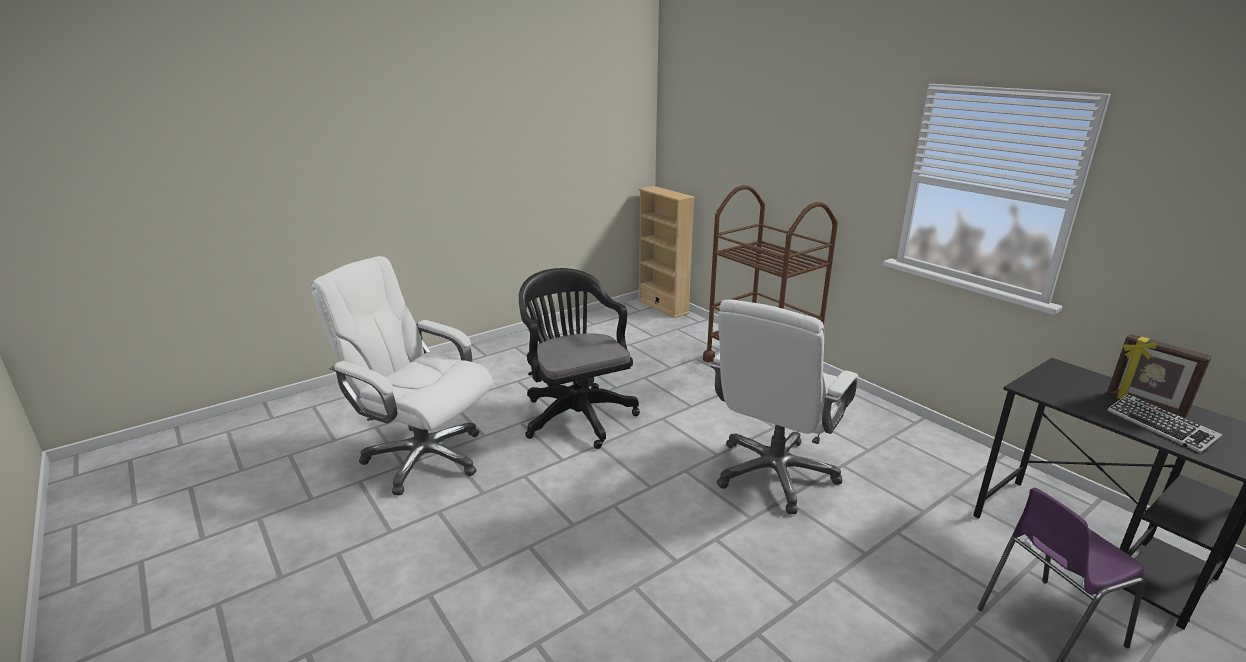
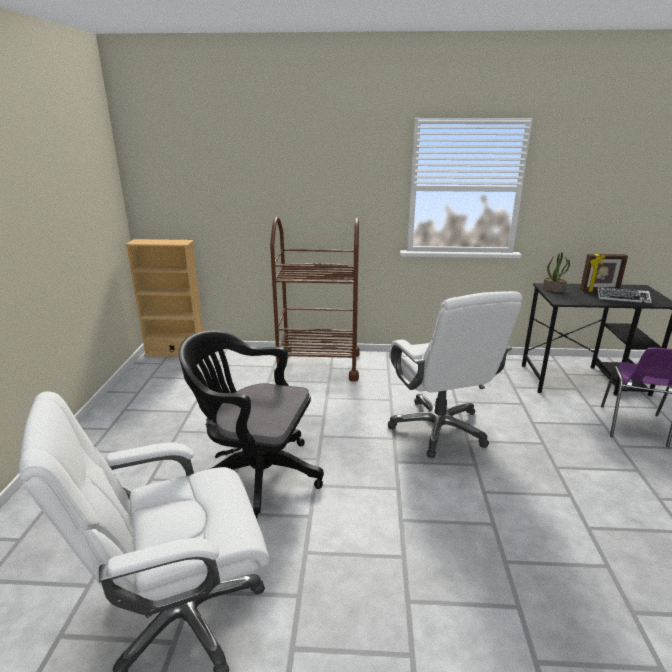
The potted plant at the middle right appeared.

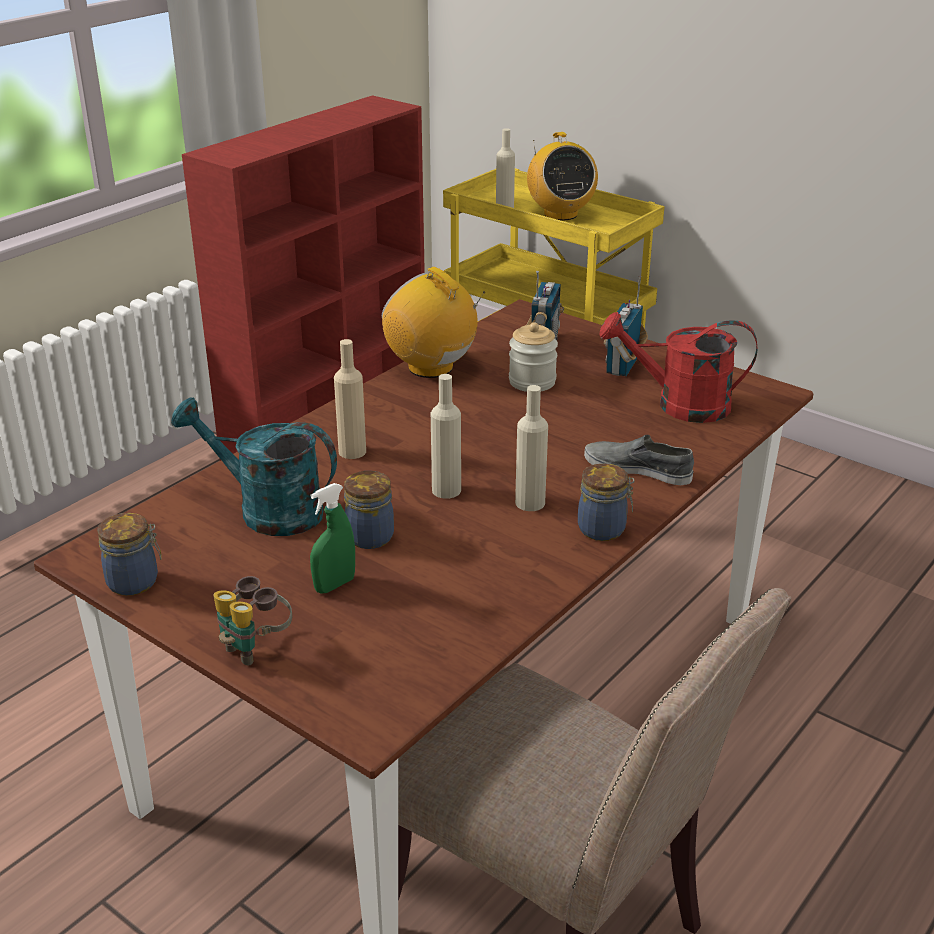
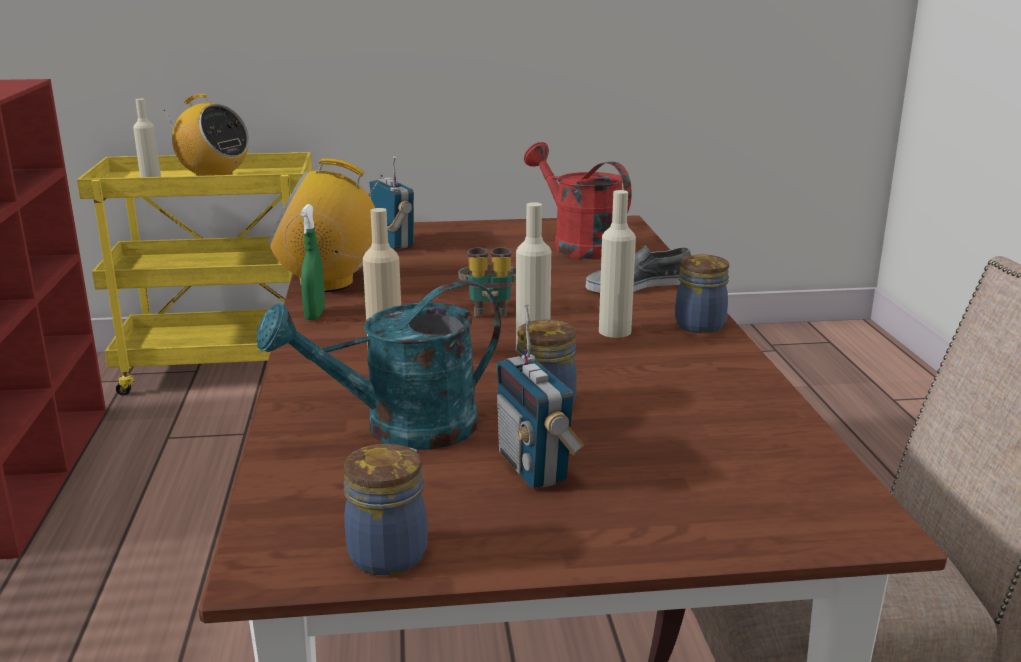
The radio (no. 4 from left) moved from the middle right to the centre.
The red watering can at the middle right turned 90 degrees clockwise.
The jar (no. 3 from left) at the centre disappeared.
The green spray bottle moved from the centre to the middle left.
The binoculars moved from the middle left to the centre.

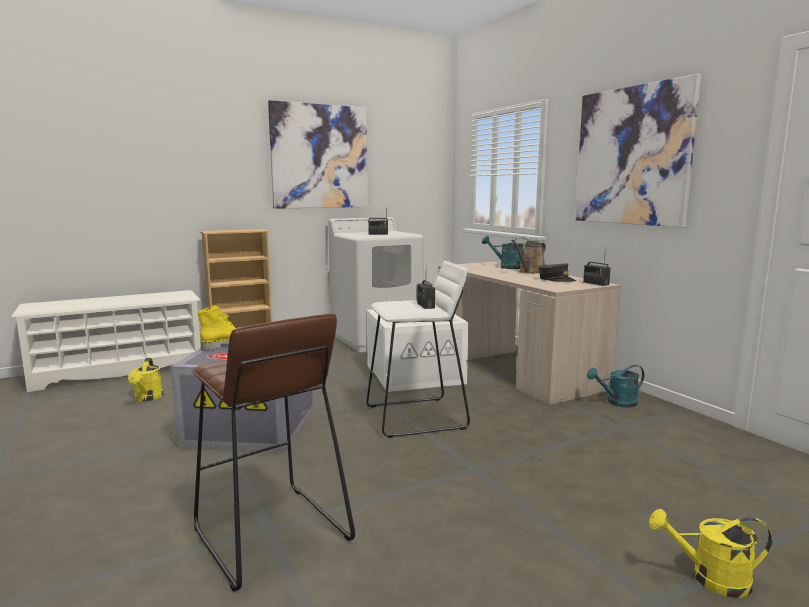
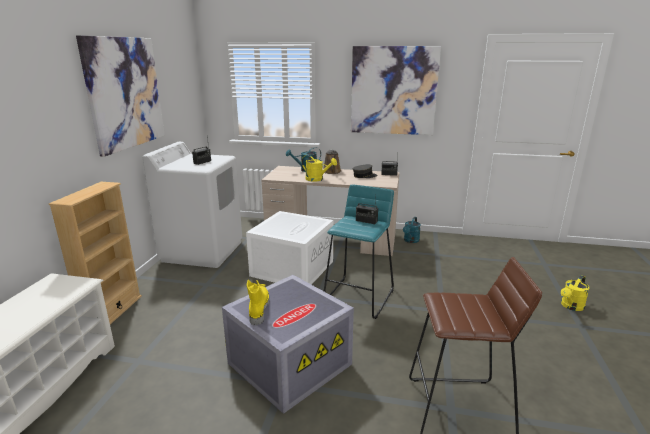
The white stool at the centre became the turquoise stool at the centre.
The yellow watering can (no. 1 from left) moved from the middle left to the centre.

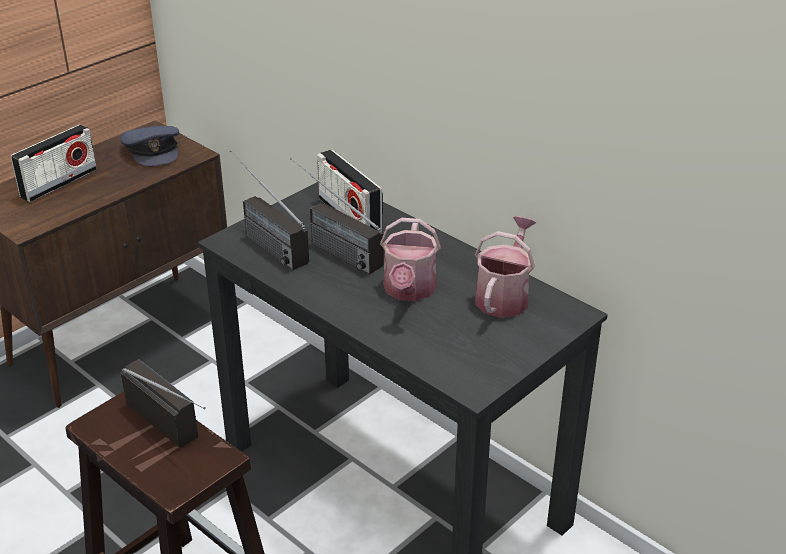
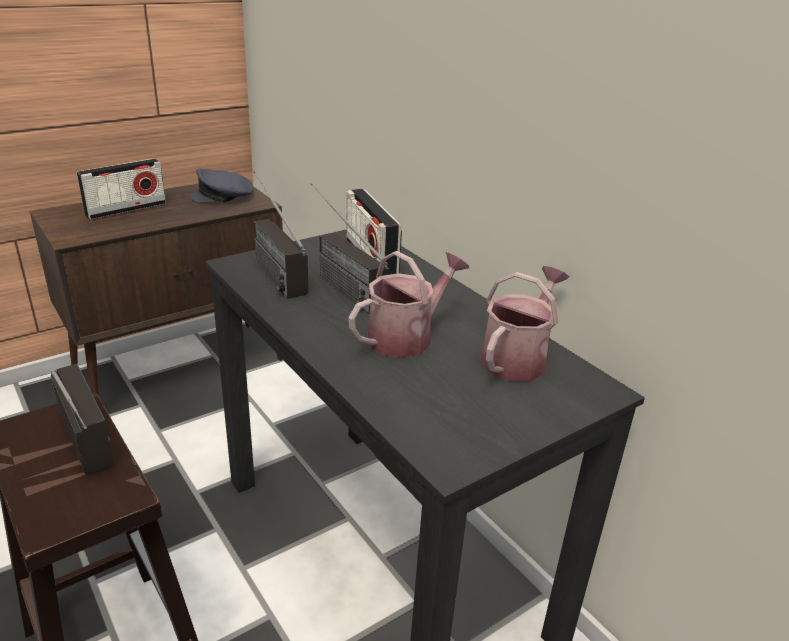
The grey cap at the top left turned 90 degrees clockwise.
The watering can (no. 1 from left) at the centre turned 150 degrees counterclockwise.

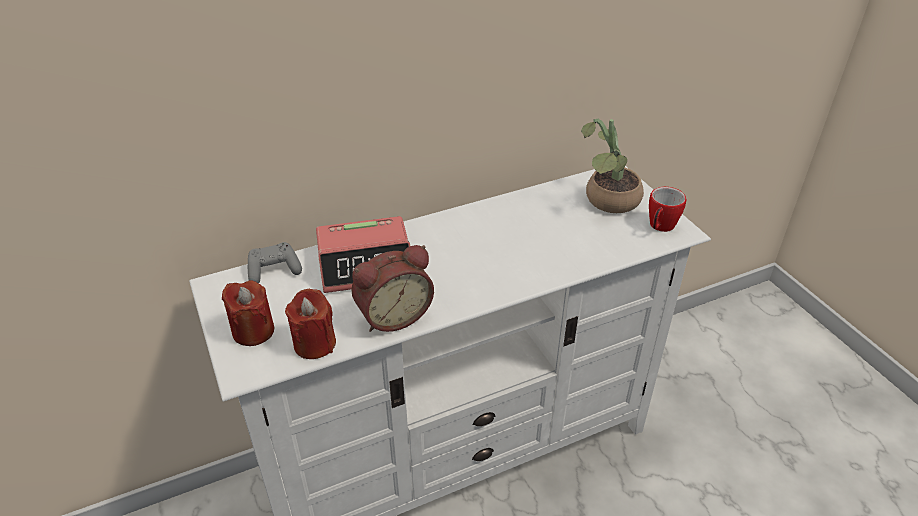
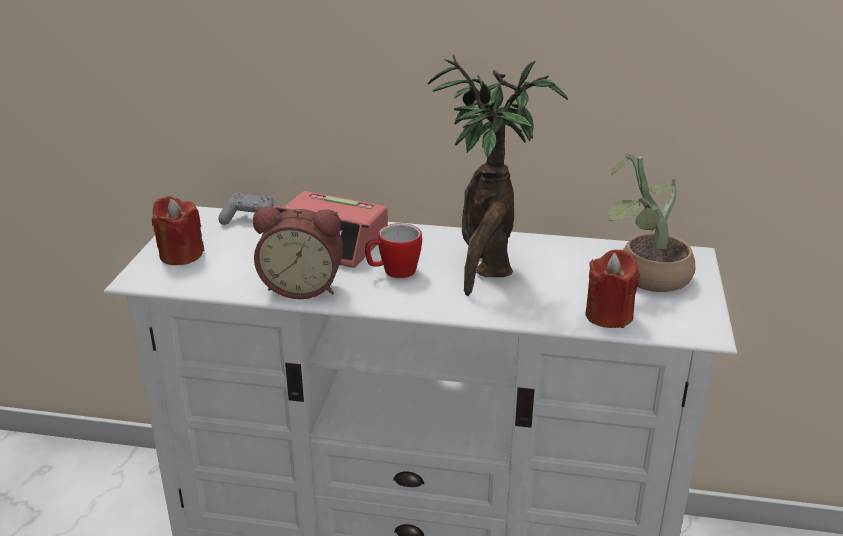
The mug moved from the middle right to the centre.
The red candle (no. 2 from left) moved from the centre to the middle right.
The potted plant (no. 1 from left) at the top centre appeared.

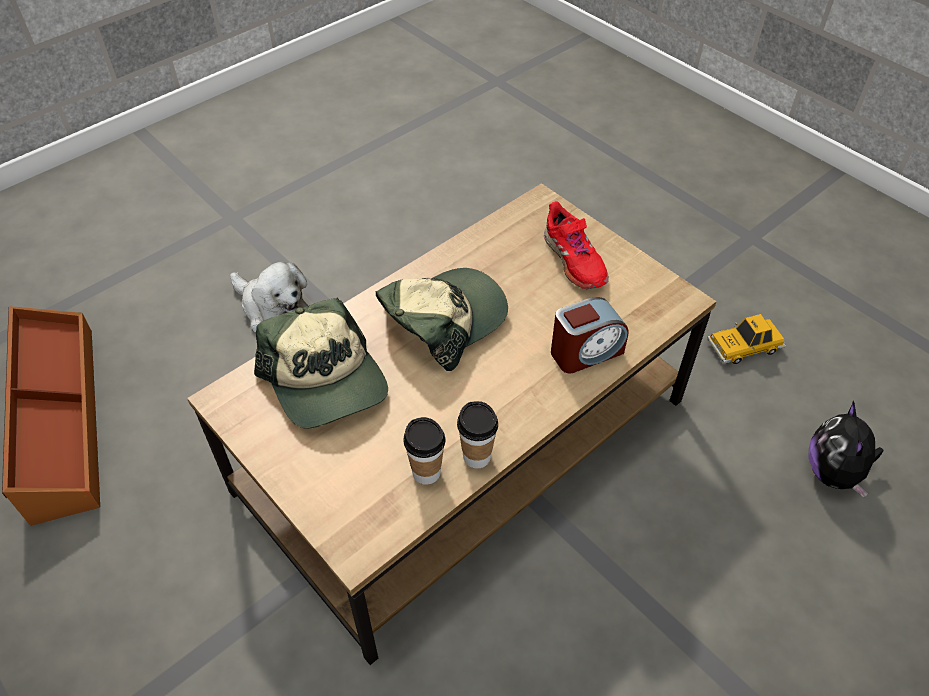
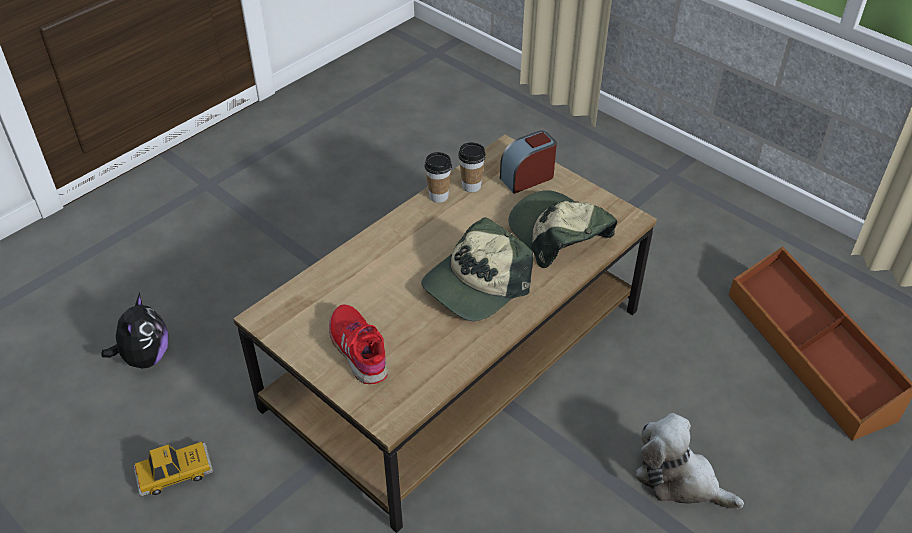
The alarm clock moved from the centre to the top centre.

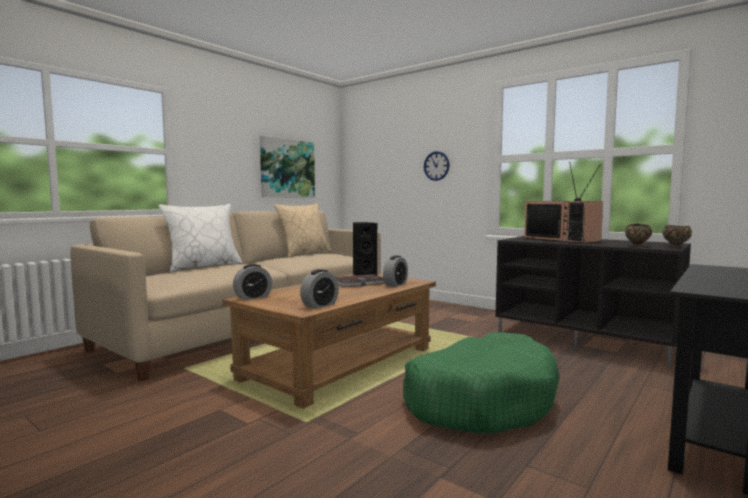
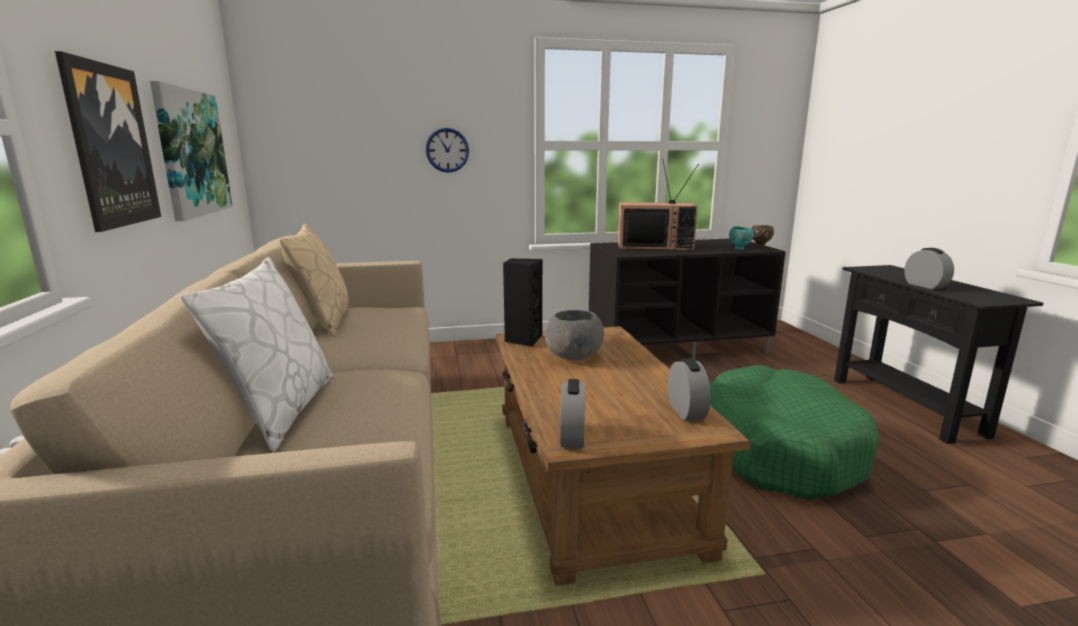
The brown bowl (no. 1 from left) at the middle right became the turquoise bowl at the middle right.
The alarm clock (no. 3 from left) moved from the centre to the middle right.
The book at the centre was replaced by the grey bowl at the centre.
The picture (no. 1 from left) at the top left appeared.

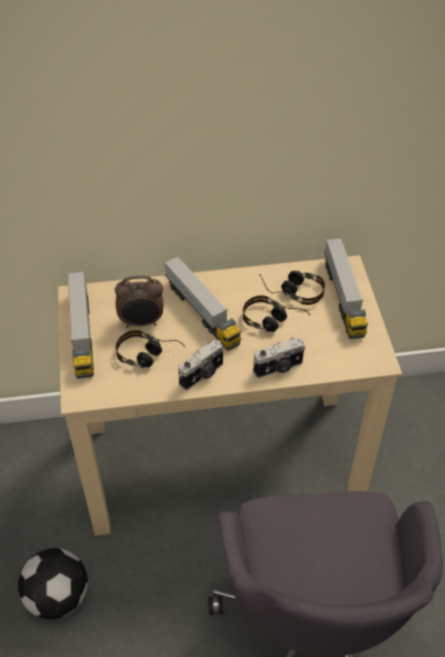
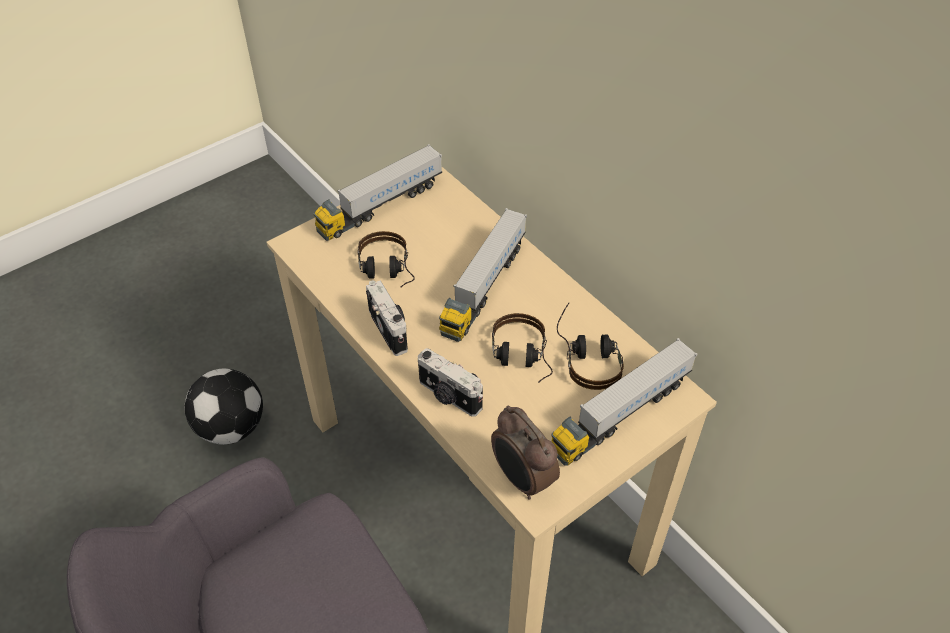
The alarm clock moved from the middle left to the bottom centre.
The photo camera (no. 1 from left) at the centre turned 135 degrees counterclockwise.

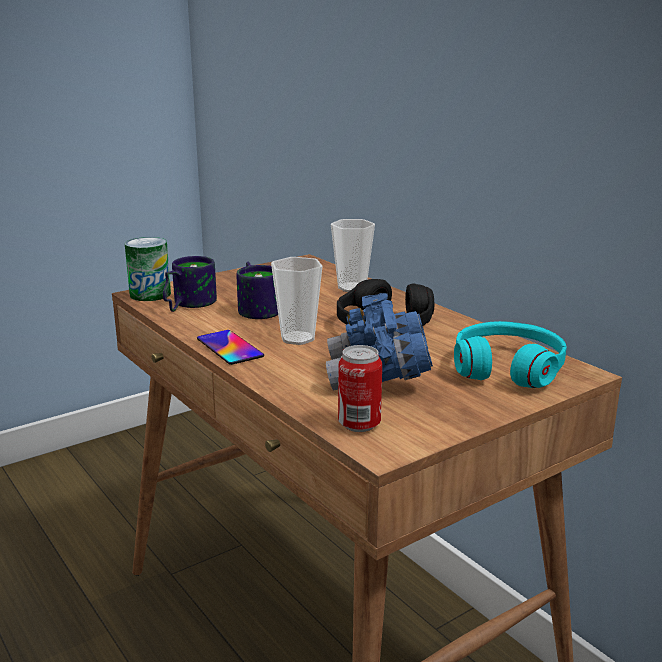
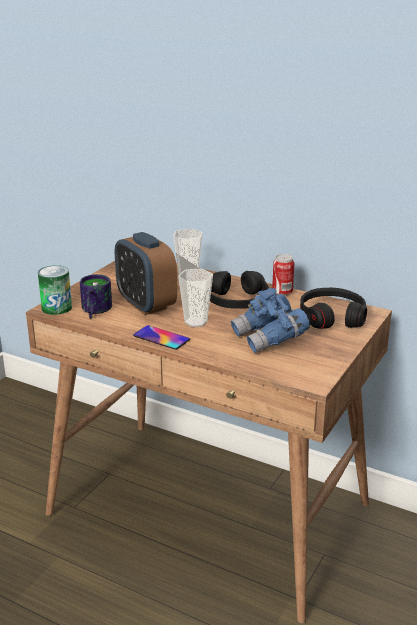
The mug (no. 2 from left) at the centre was replaced by the alarm clock at the centre.
The turquoise headphones at the middle right became the black headphones (no. 2 from left) at the middle right.
The can (no. 2 from left) moved from the centre to the middle right.

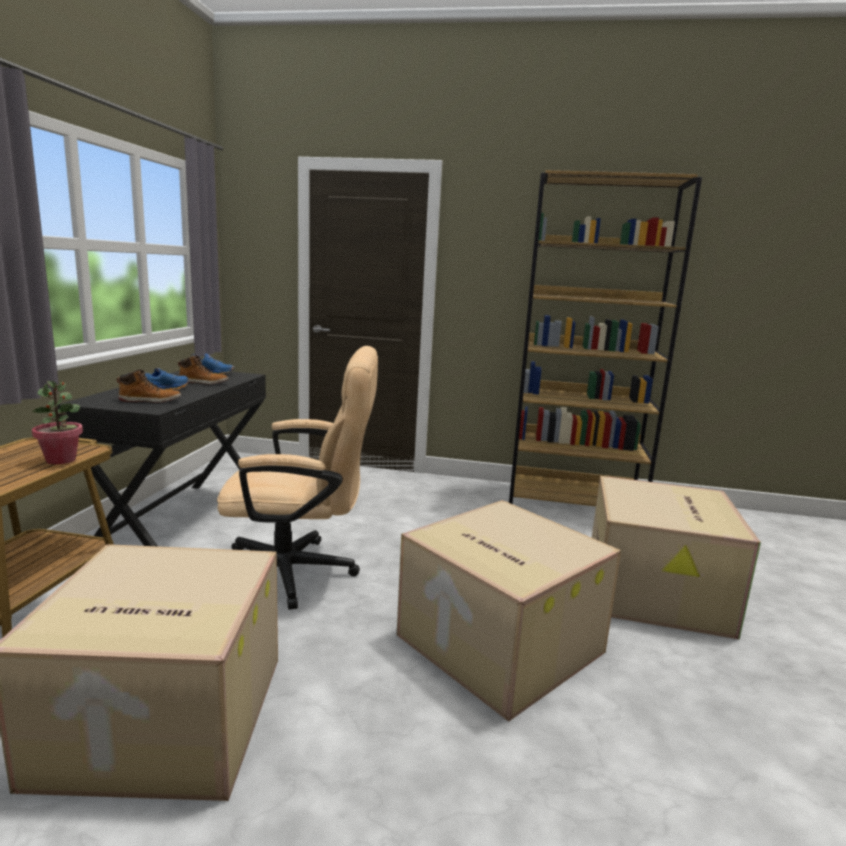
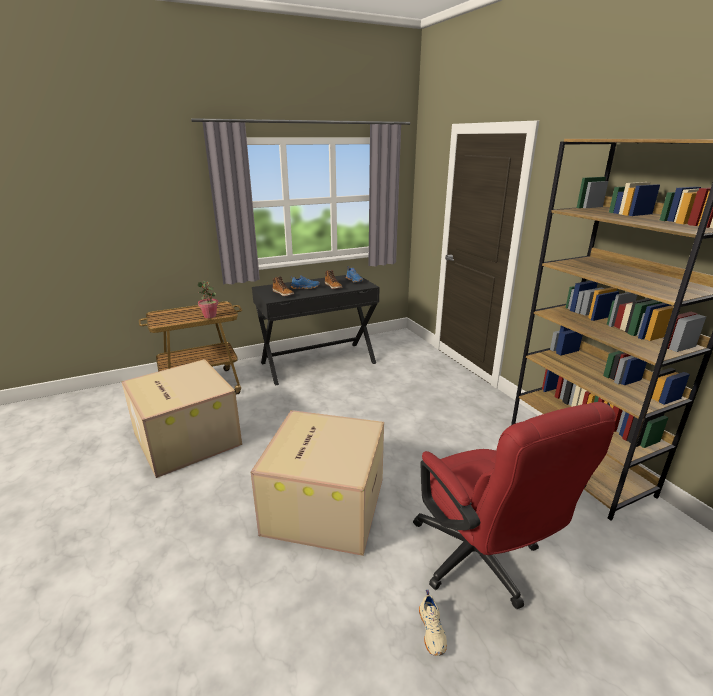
The beige office chair at the centre disappeared.
The cardboard box (no. 3 from left) at the middle right was replaced by the red office chair at the bottom right.
The beige shoe at the bottom centre appeared.

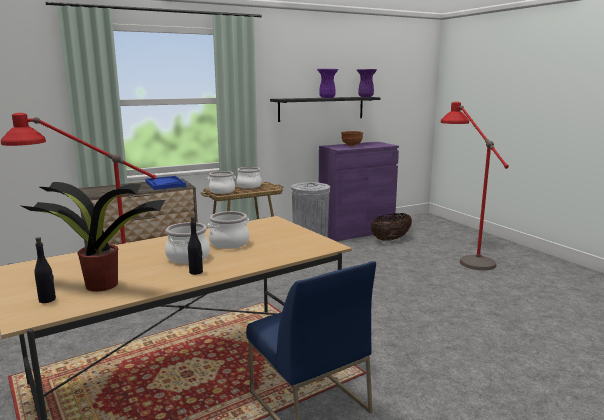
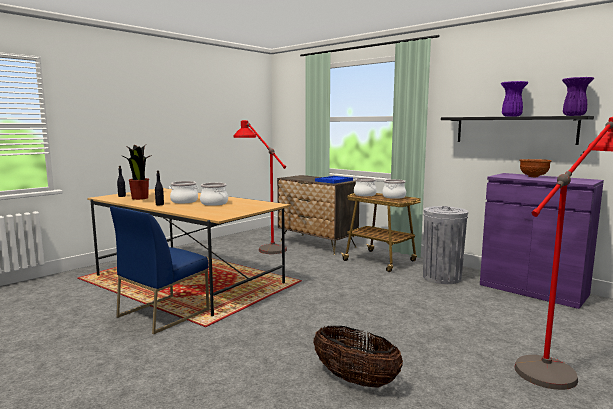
The basket moved from the centre to the bottom centre.

